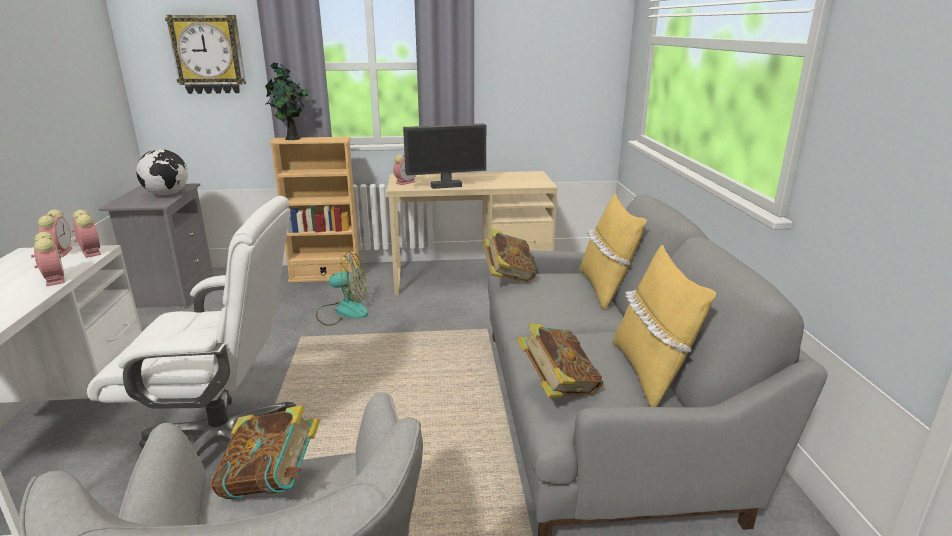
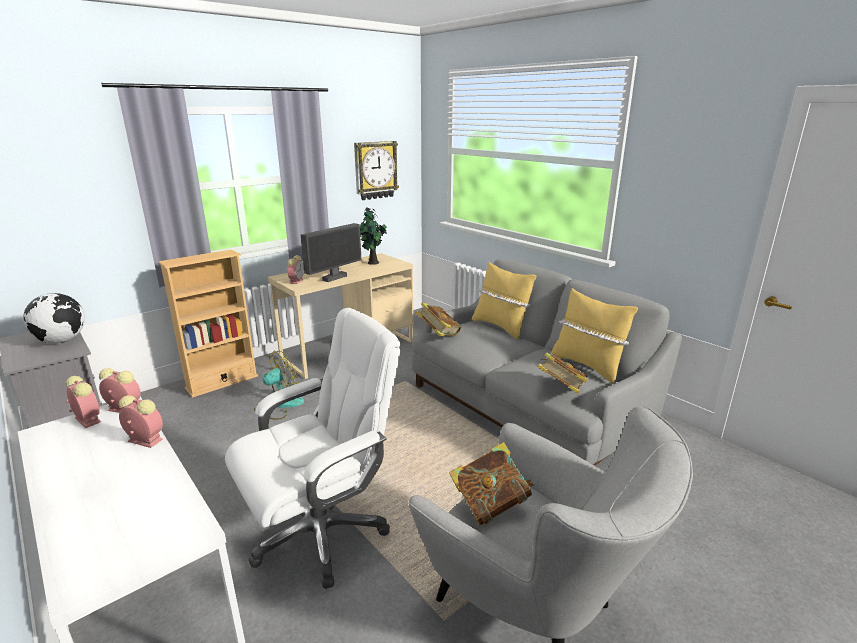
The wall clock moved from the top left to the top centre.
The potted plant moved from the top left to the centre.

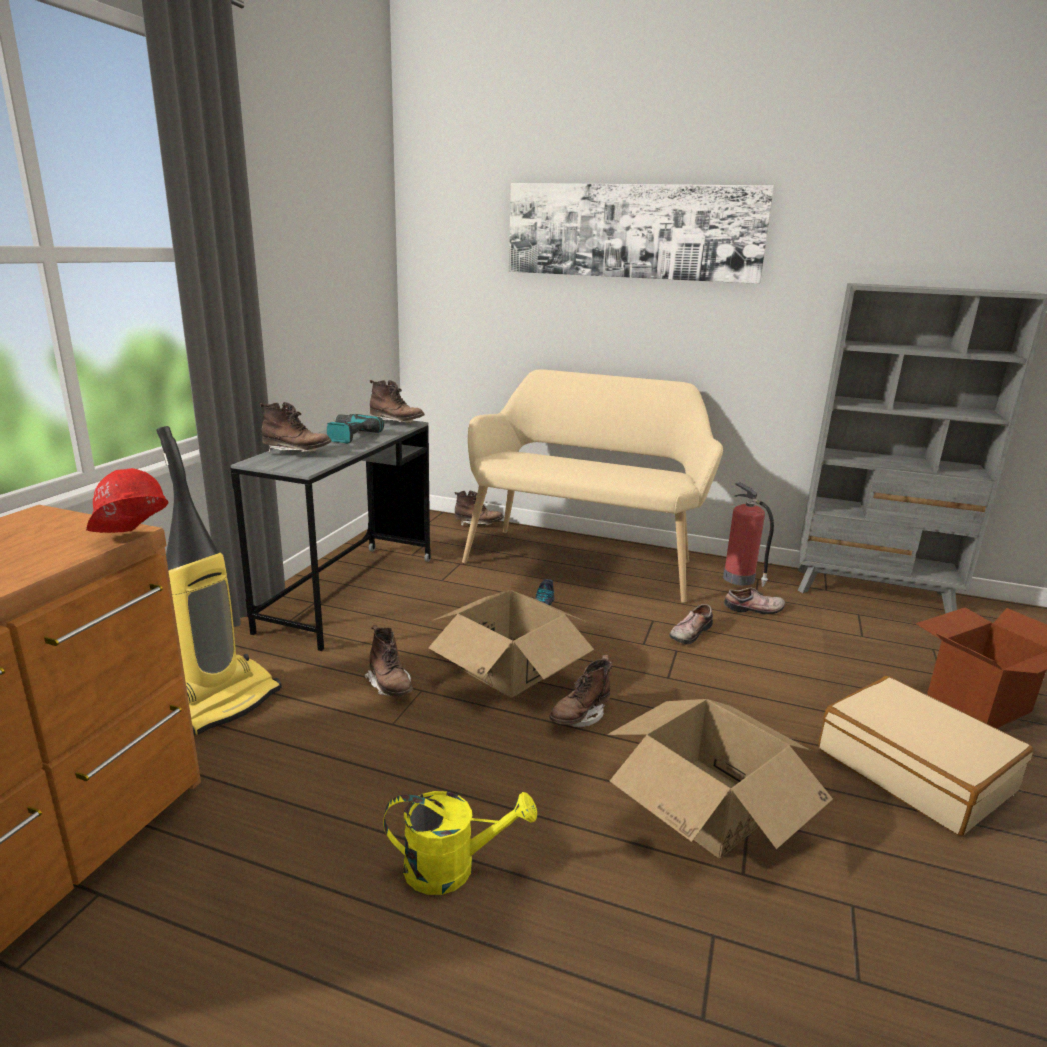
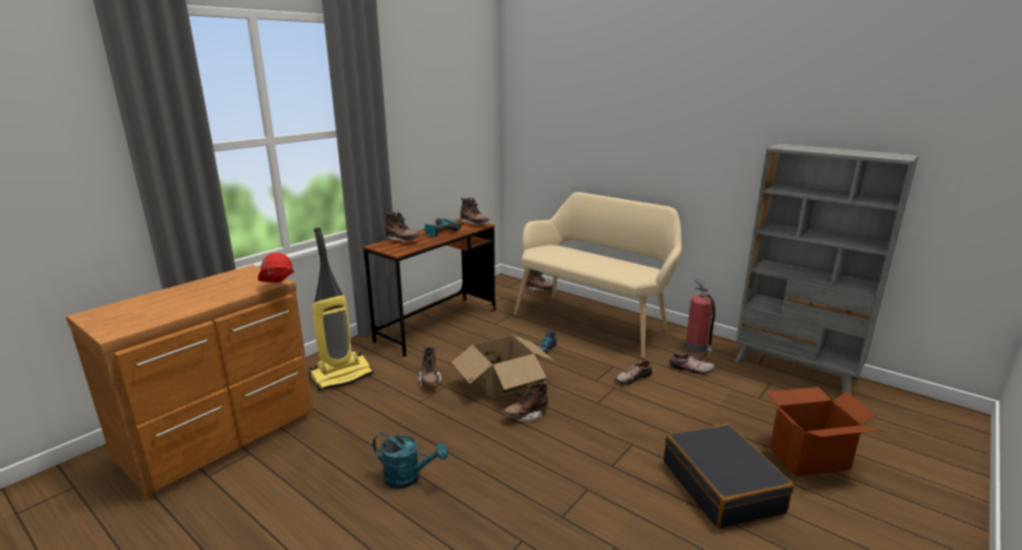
The picture at the top centre disappeared.
The grey desk at the middle left became the brown desk at the centre.
The beige suitcase at the bottom right became the black suitcase at the bottom right.
The cardboard box (no. 2 from left) at the bottom right disappeared.
The yellow watering can at the bottom centre became the turquoise watering can at the bottom centre.

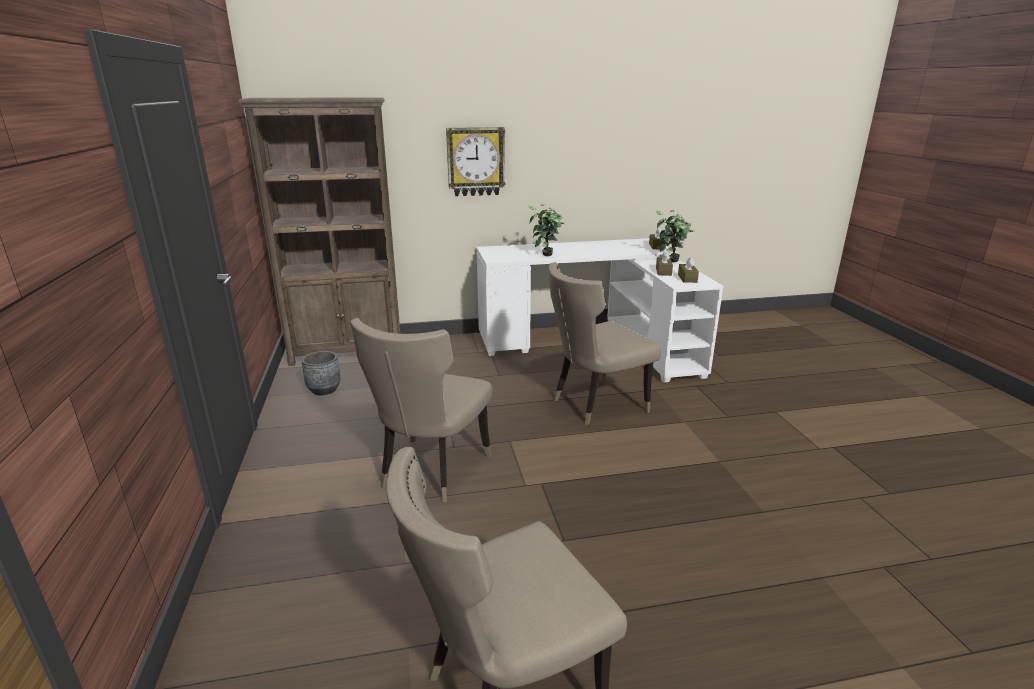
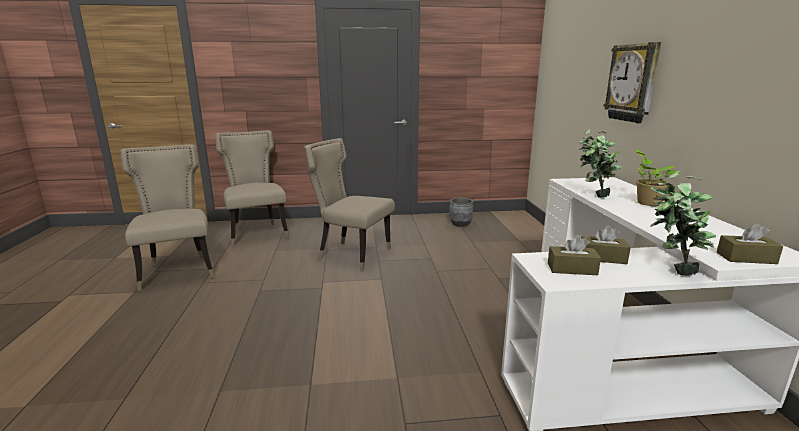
The brown bookcase at the middle left disappeared.
The beige chair (no. 3 from left in the first image) moved from the centre to the middle left.
The potted plant (no. 2 from left) at the middle right appeared.

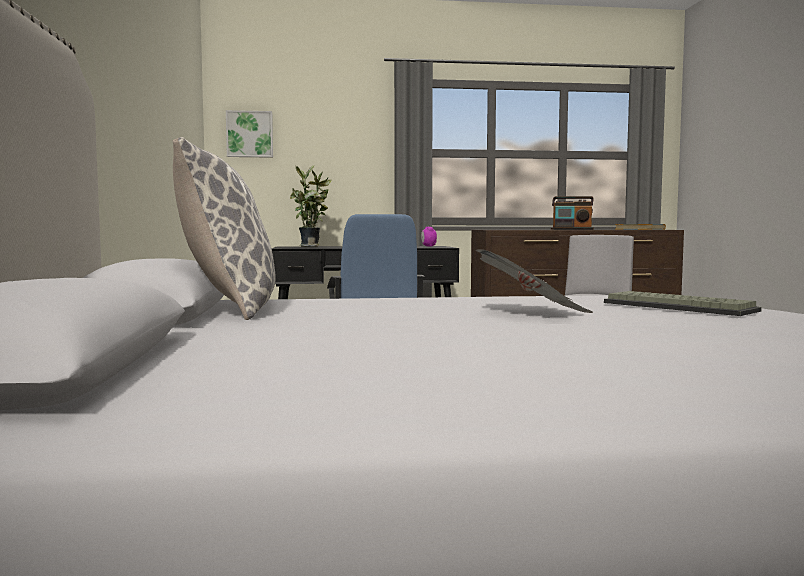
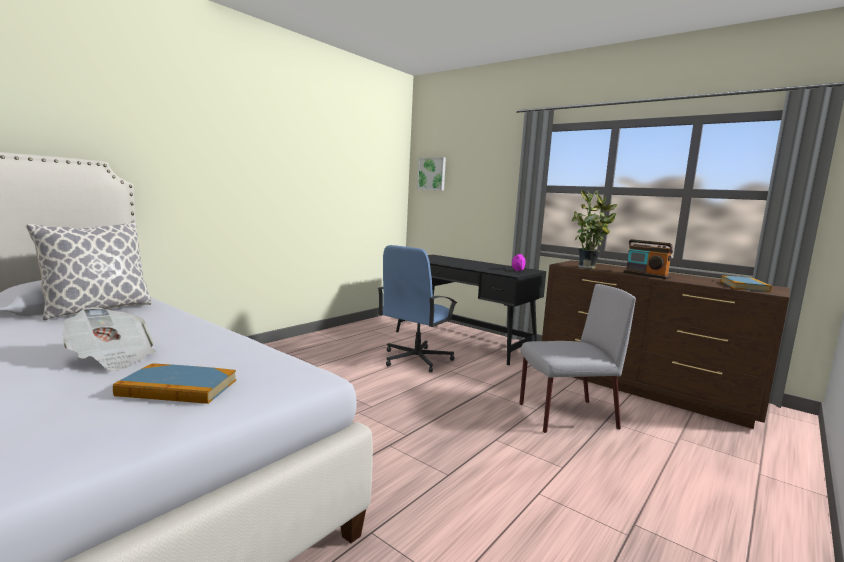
The potted plant moved from the centre to the middle right.
The keyboard at the middle right was replaced by the book (no. 1 from left) at the bottom left.

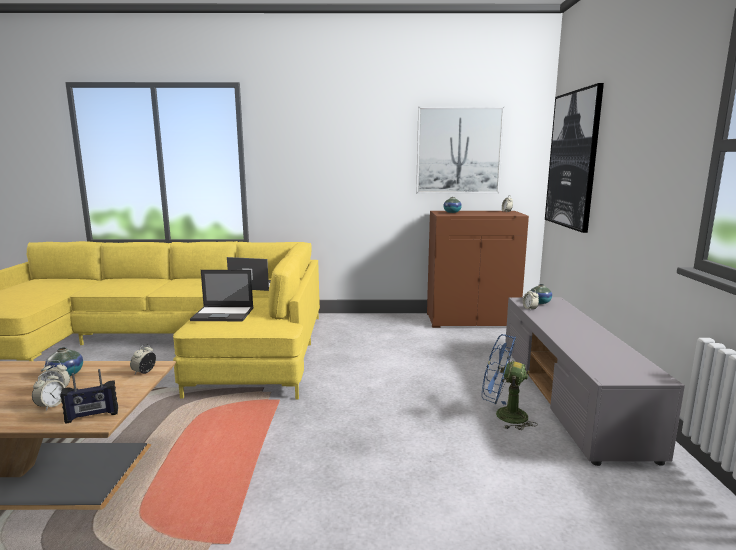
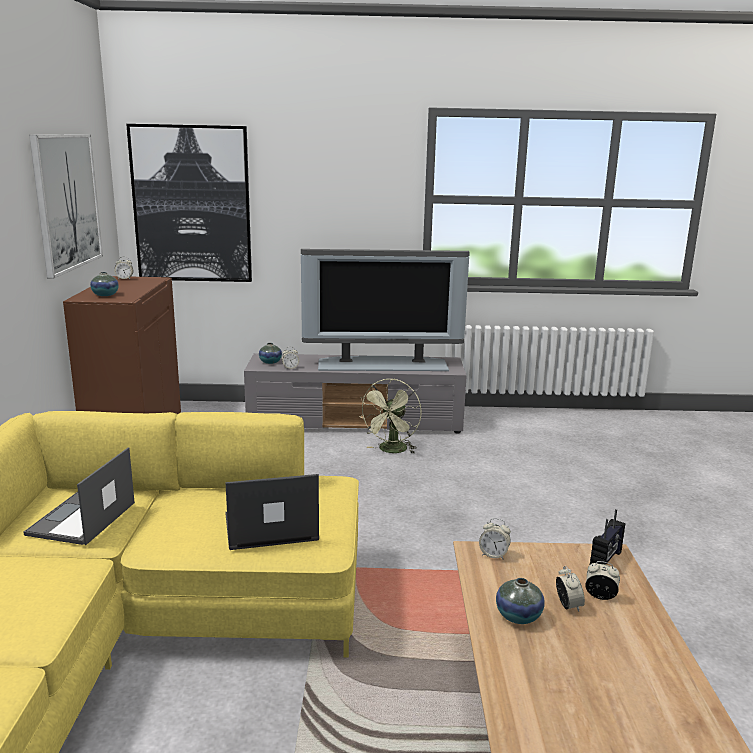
The laptop (no. 1 from left in the first image) at the middle left turned 105 degrees counterclockwise.
The blue fan at the bottom right became the green fan at the centre.
The radio at the bottom left turned 60 degrees clockwise.
The television at the centre appeared.

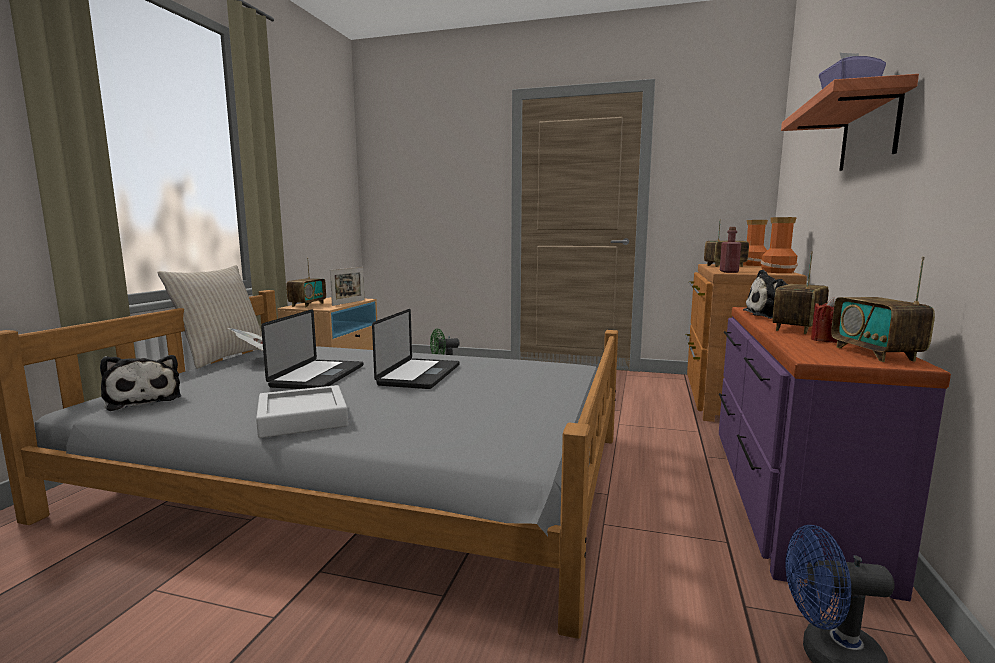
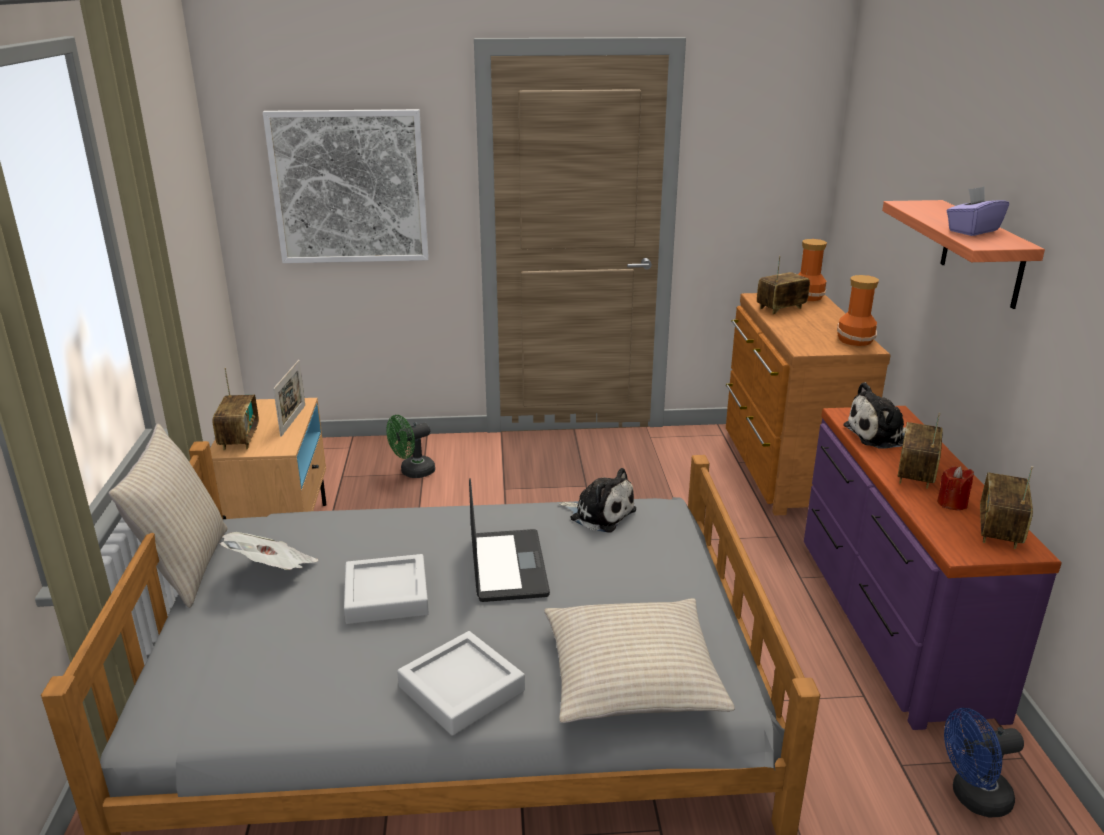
The red bottle at the middle right disappeared.
The radio (no. 4 from left) at the middle right turned 45 degrees clockwise.
The laptop (no. 1 from left) at the middle left was replaced by the grey tray (no. 1 from left) at the bottom centre.
The plush toy (no. 1 from left) moved from the middle left to the centre.
The picture at the top left appeared.
The beige pillow (no. 2 from left) at the bottom centre appeared.

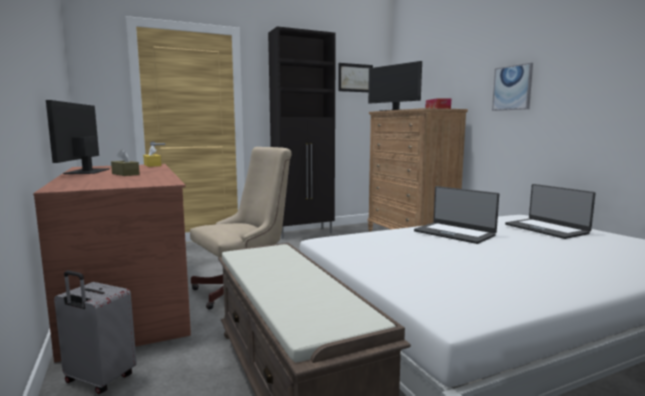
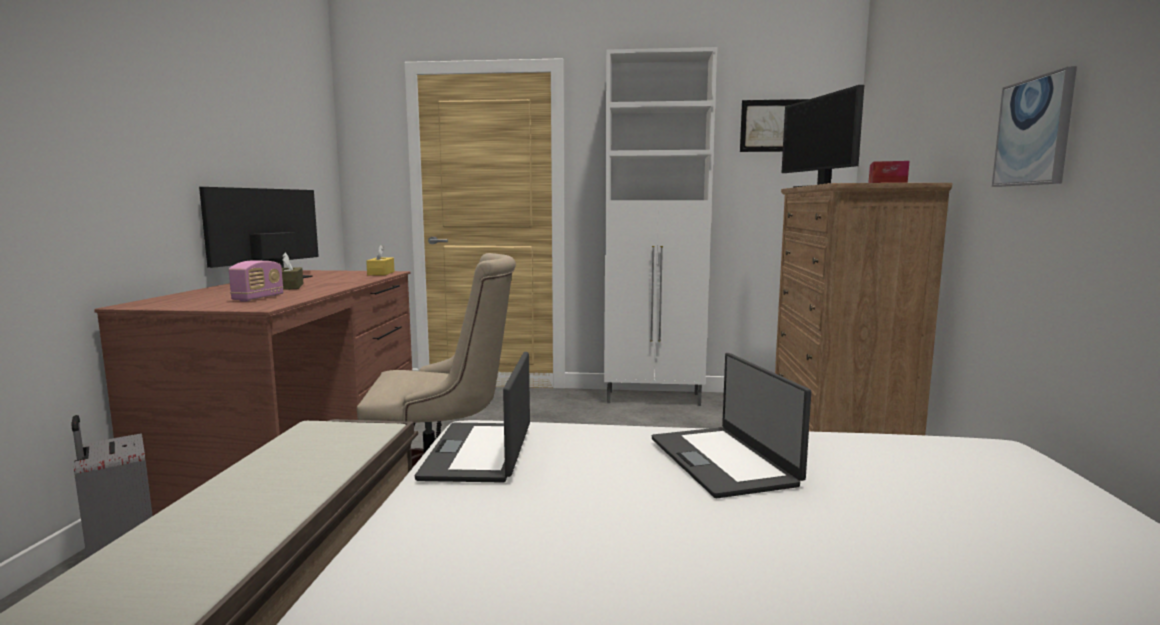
The black cabinet at the centre became the white cabinet at the centre.
The laptop (no. 2 from left in the first image) moved from the middle right to the bottom centre.
The radio at the middle left appeared.

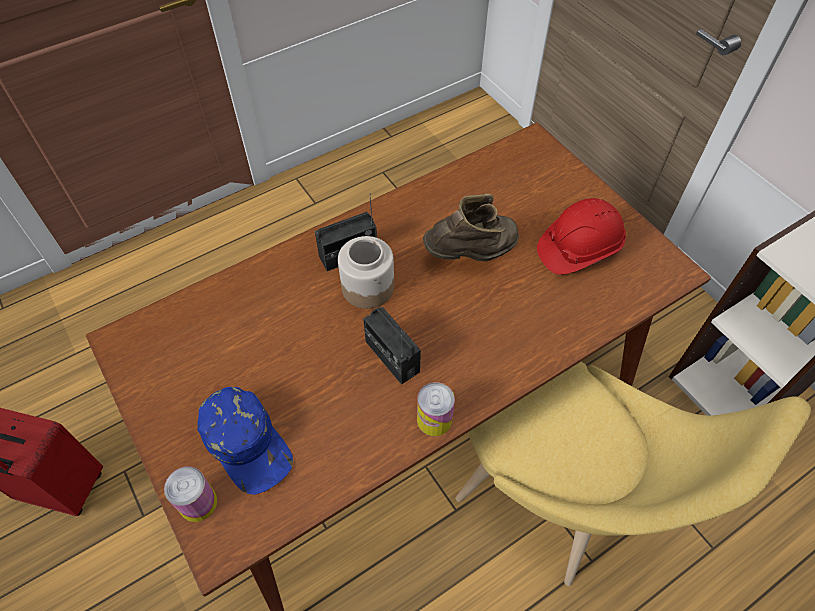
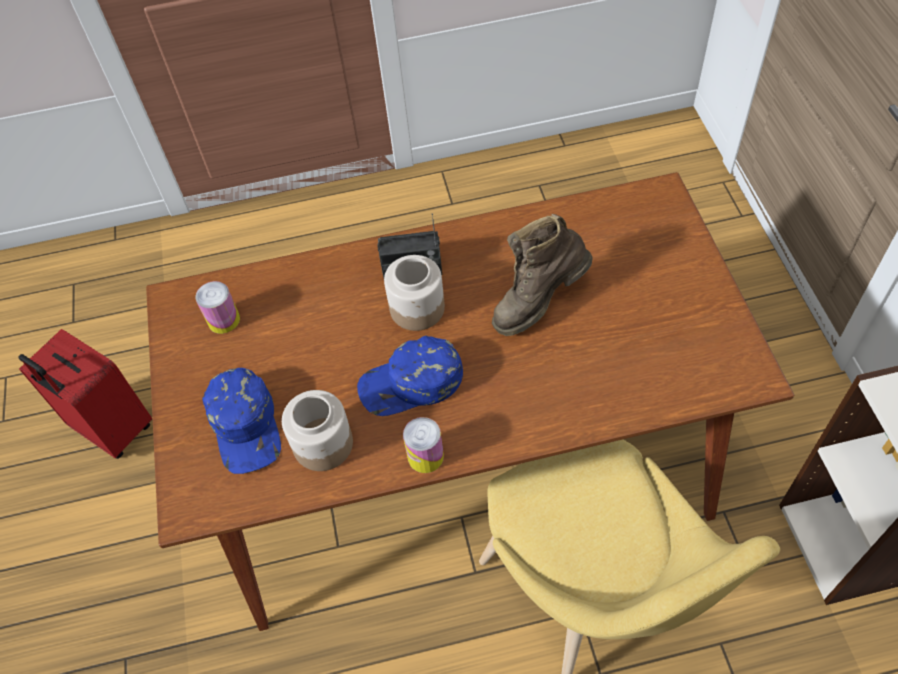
The brown boot at the centre turned 150 degrees clockwise.
The red hard hat at the middle right disappeared.
The radio (no. 2 from left) at the centre was replaced by the blue cap (no. 2 from left) at the centre.
The can (no. 1 from left) moved from the bottom left to the middle left.
The jar (no. 1 from left) at the centre appeared.

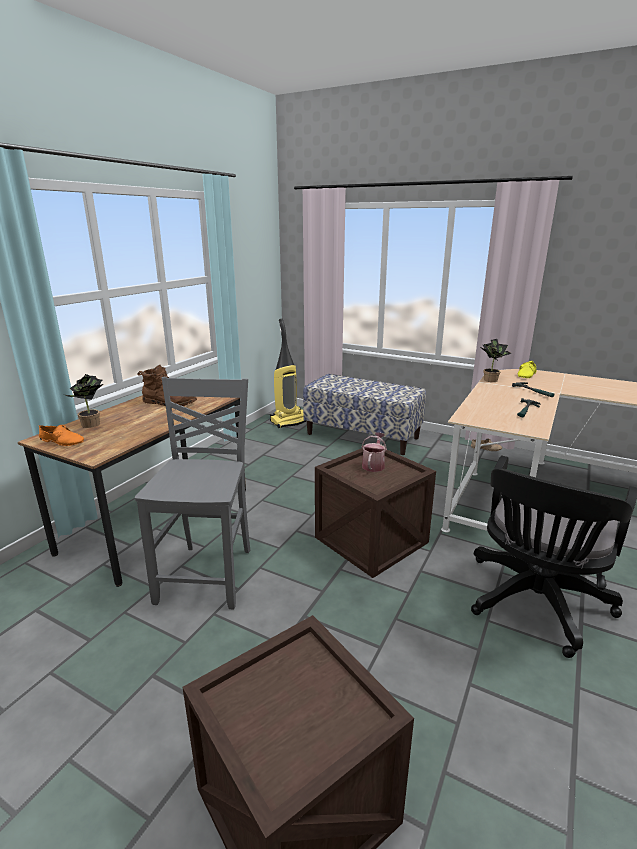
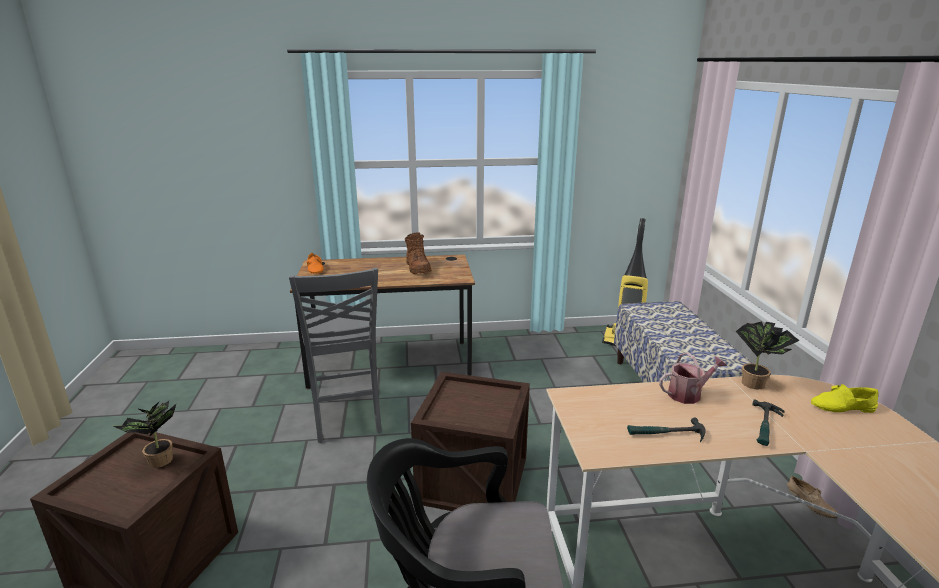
The potted plant (no. 1 from left) moved from the middle left to the bottom left.
The grey chair at the middle left turned 105 degrees clockwise.
The watering can moved from the centre to the middle right.

